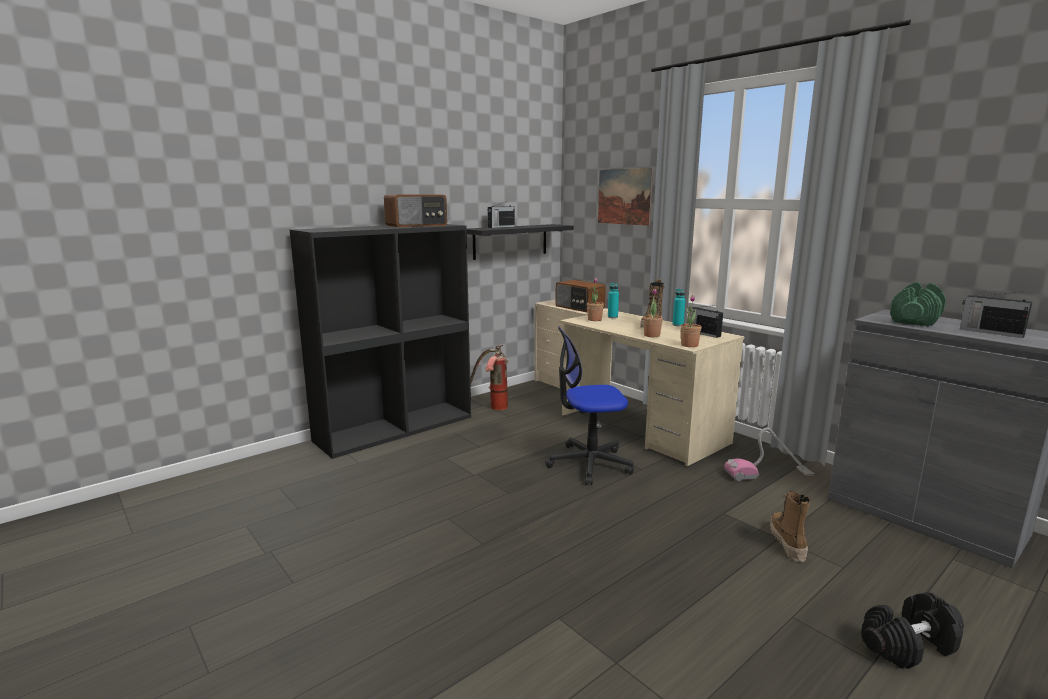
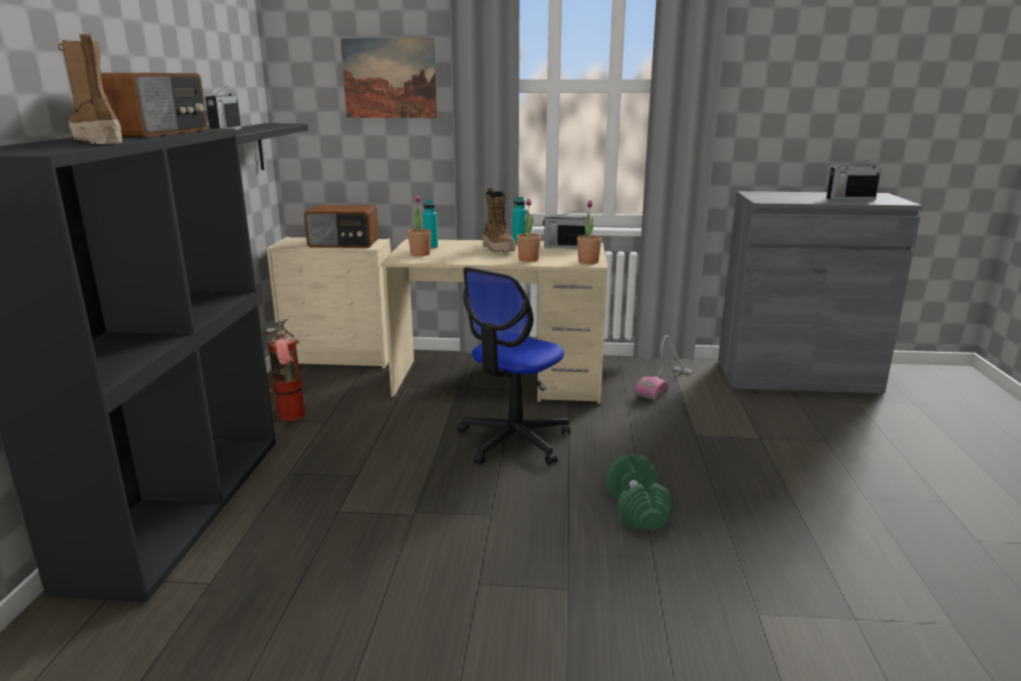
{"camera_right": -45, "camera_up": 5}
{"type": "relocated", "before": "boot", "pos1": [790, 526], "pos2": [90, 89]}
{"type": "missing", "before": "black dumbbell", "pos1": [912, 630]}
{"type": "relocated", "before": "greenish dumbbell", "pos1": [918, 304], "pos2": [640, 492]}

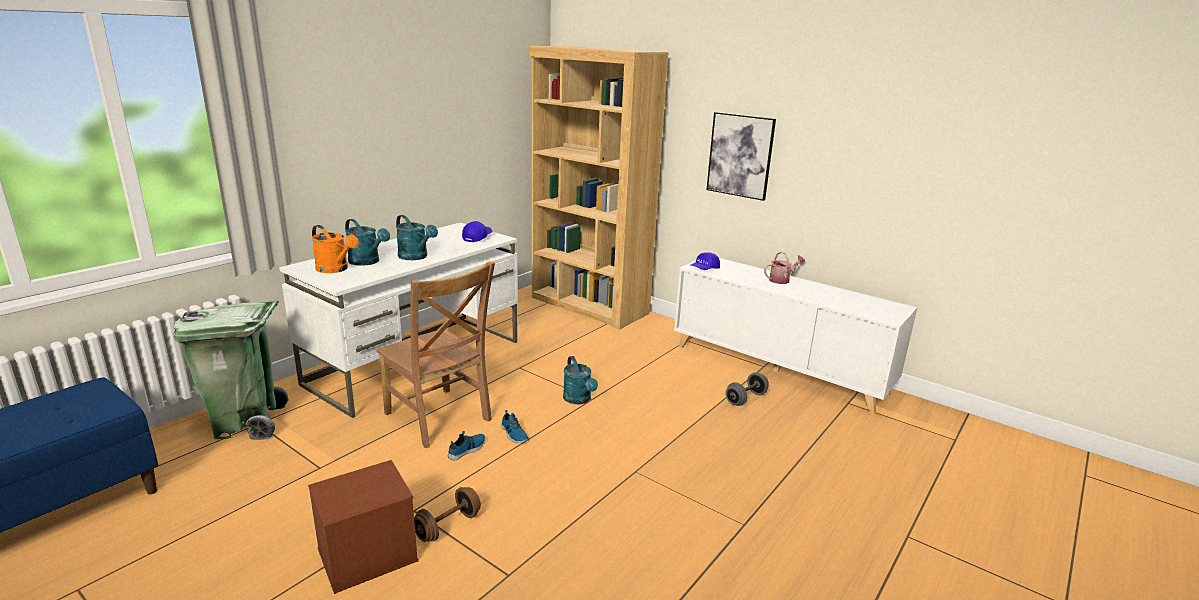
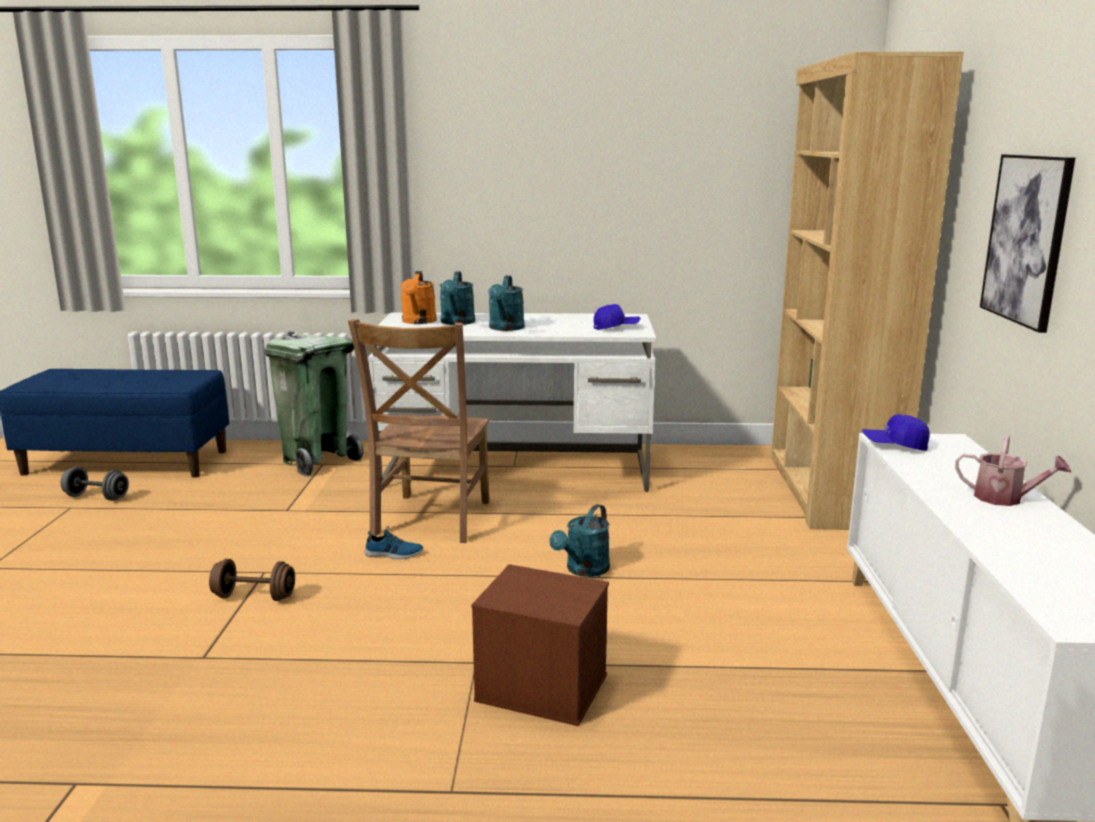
{"camera_right": 55, "camera_up": -5}
{"type": "relocated", "before": "brown storage container", "pos1": [363, 527], "pos2": [540, 645]}
{"type": "missing", "before": "shoe", "pos1": [515, 426]}
{"type": "relocated", "before": "greyish dumbbell", "pos1": [747, 389], "pos2": [94, 483]}

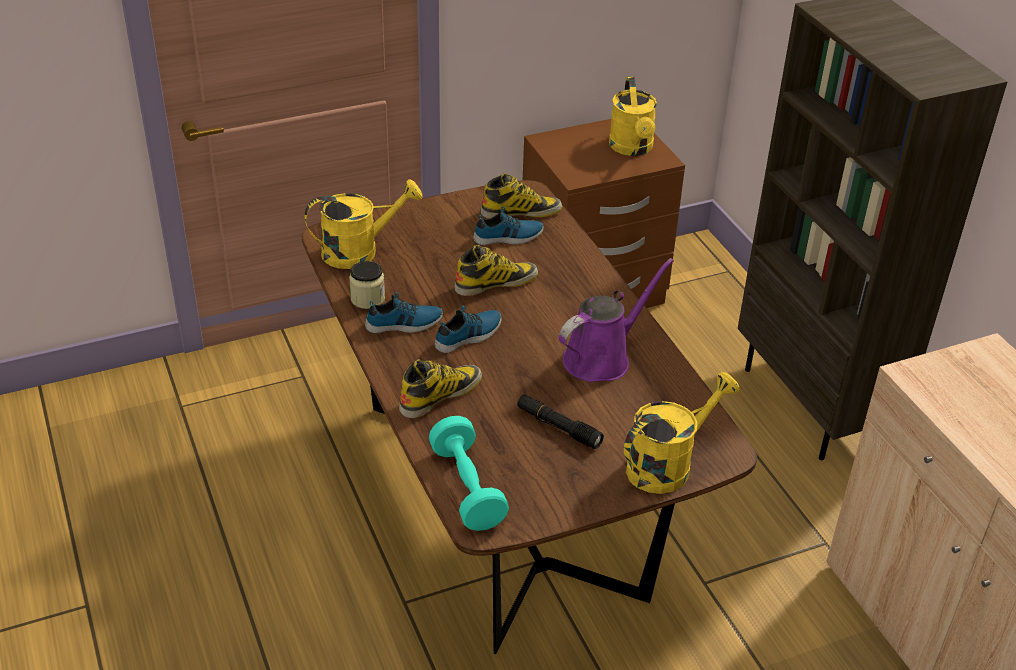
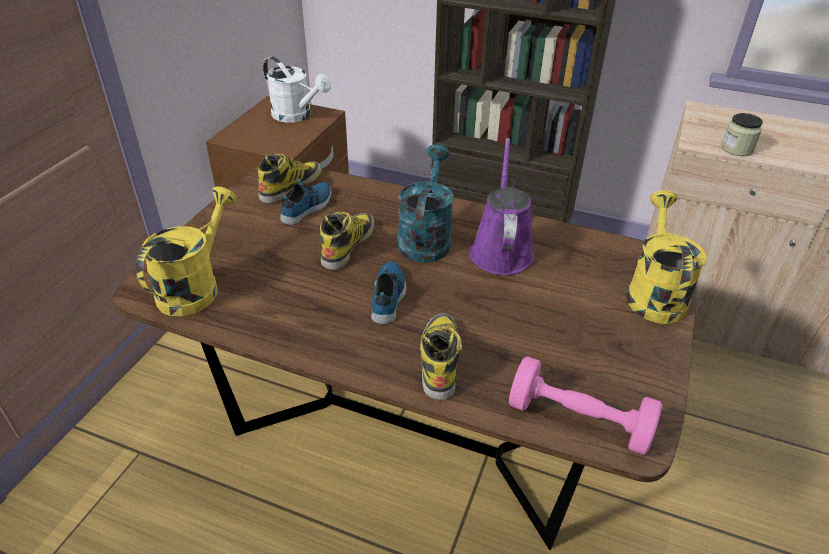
{"camera_right": -45, "camera_up": 0}
{"type": "relocated", "before": "storage jar", "pos1": [367, 285], "pos2": [742, 134]}
{"type": "missing", "before": "shoe", "pos1": [404, 312]}
{"type": "colour", "before": "turquoise dumbbell", "after": "pink-coloured dumbbell", "pos1": [469, 473], "pos2": [585, 405]}
{"type": "missing", "before": "black flashlight", "pos1": [560, 422]}
{"type": "colour", "before": "yellowish sprinkling can", "after": "white sprinkling can", "pos1": [633, 116], "pos2": [297, 89]}
{"type": "appeared", "after": "turquoise sprinkling can", "pos2": [425, 203]}

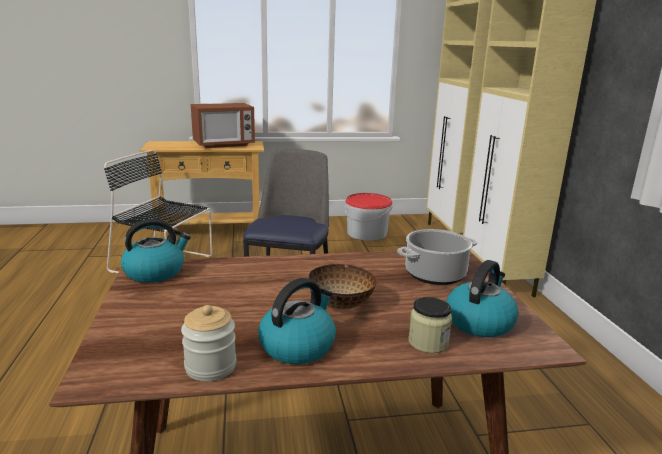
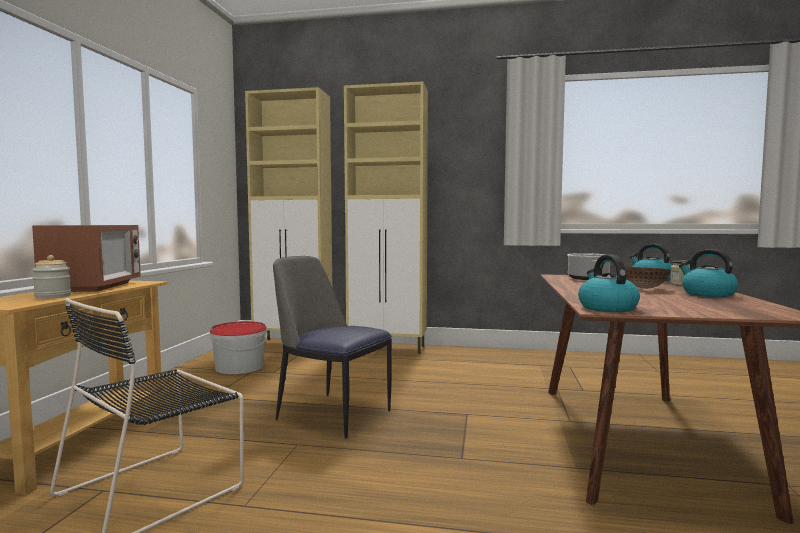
{"camera_right": -70, "camera_up": -15}
{"type": "relocated", "before": "storage jar", "pos1": [208, 343], "pos2": [51, 277]}

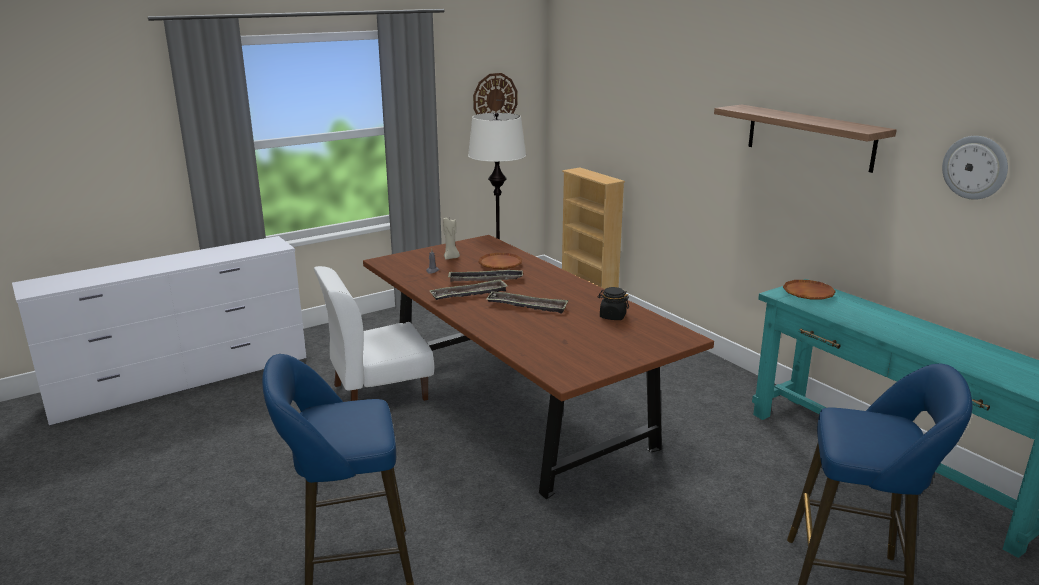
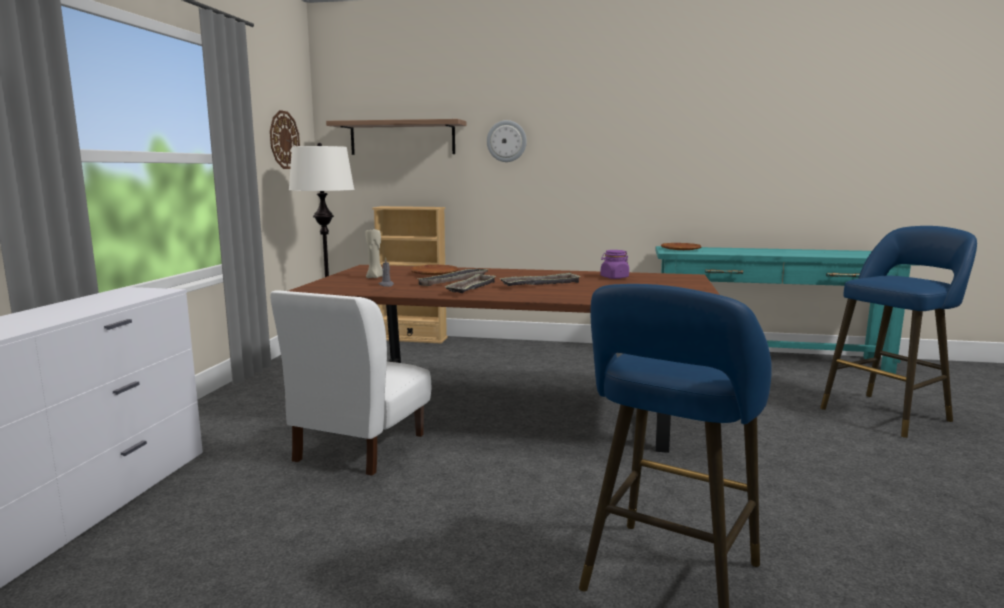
{"camera_right": -45, "camera_up": -10}
{"type": "colour", "before": "black storage jar", "after": "purple-coloured storage jar", "pos1": [613, 303], "pos2": [614, 264]}
{"type": "relocated", "before": "wall shelf", "pos1": [805, 139], "pos2": [396, 137]}
{"type": "relocated", "before": "hanging clock", "pos1": [975, 168], "pos2": [507, 141]}

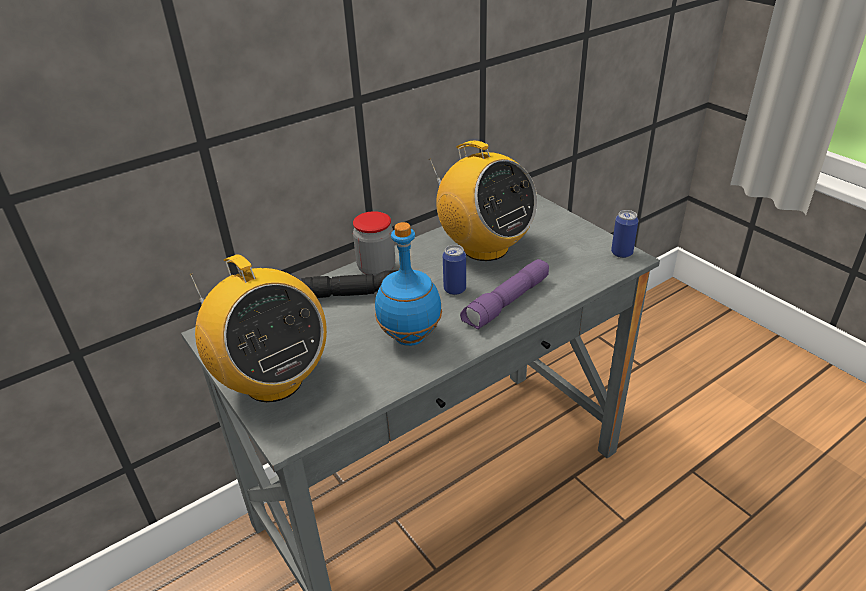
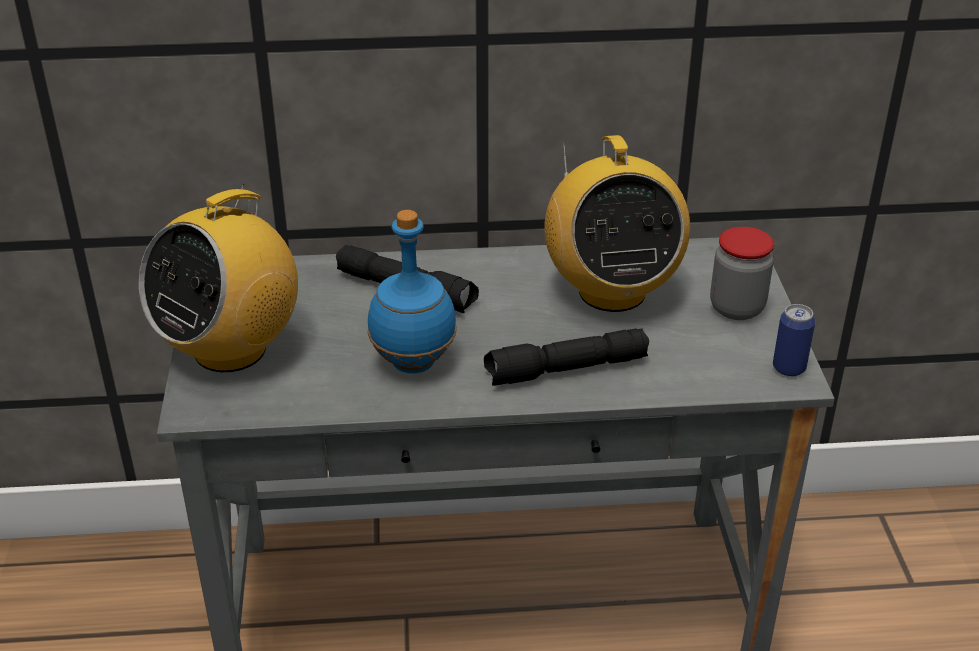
{"camera_right": 30, "camera_up": 0}
{"type": "spun", "before": "radio set", "pos1": [258, 328], "pos2": [218, 278], "turn": 45}
{"type": "relocated", "before": "storage jar", "pos1": [374, 244], "pos2": [742, 273]}
{"type": "missing", "before": "metal can", "pos1": [454, 270]}
{"type": "colour", "before": "purple-coloured flashlight", "after": "black flashlight", "pos1": [504, 294], "pos2": [566, 357]}

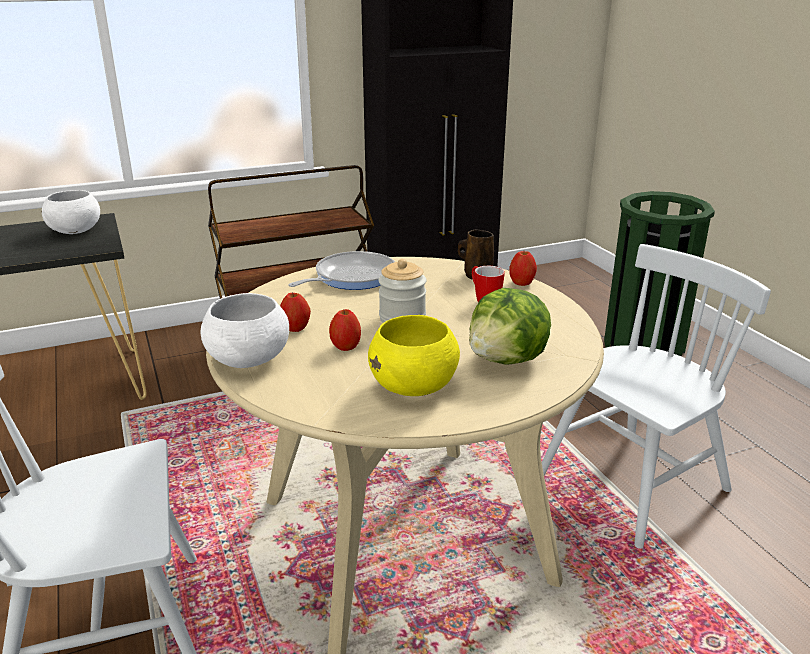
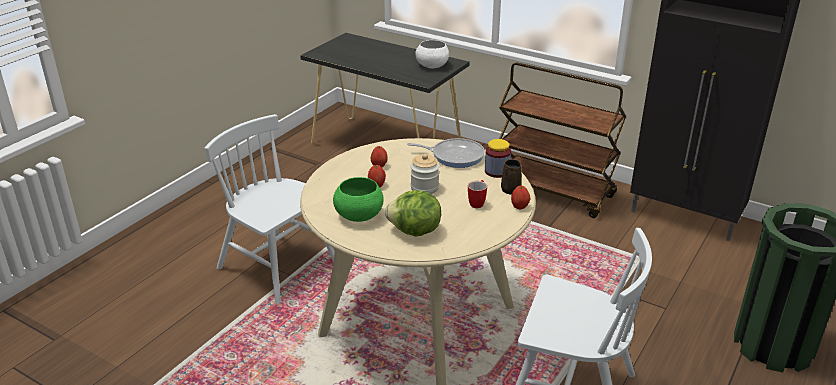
{"camera_right": 55, "camera_up": 5}
{"type": "missing", "before": "white serving bowl", "pos1": [245, 330]}
{"type": "colour", "before": "yellowish serving bowl", "after": "greenish serving bowl", "pos1": [414, 355], "pos2": [358, 199]}
{"type": "appeared", "after": "storage jar", "pos2": [498, 158]}

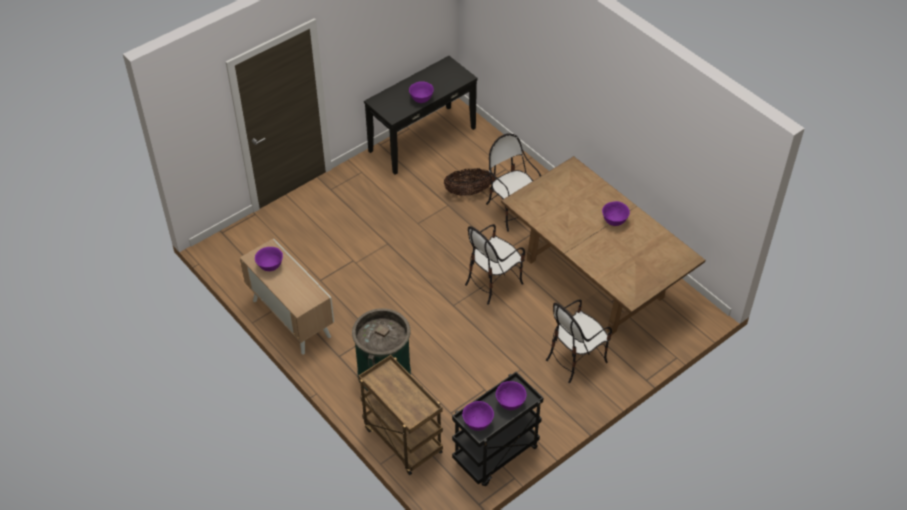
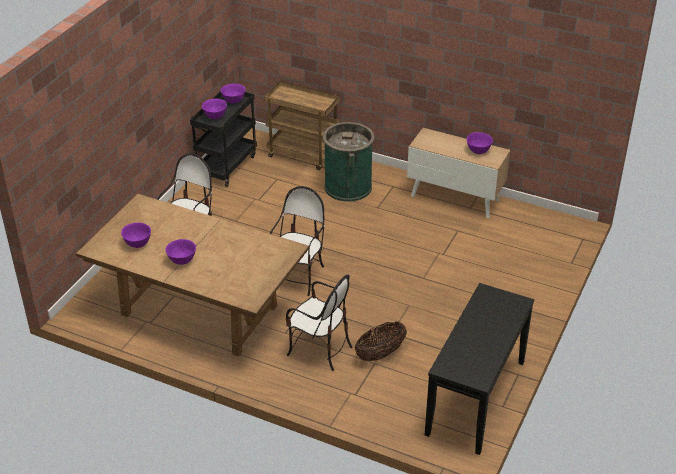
{"camera_right": 155, "camera_up": -10}
{"type": "relocated", "before": "purple-coloured serving bowl", "pos1": [421, 92], "pos2": [136, 235]}

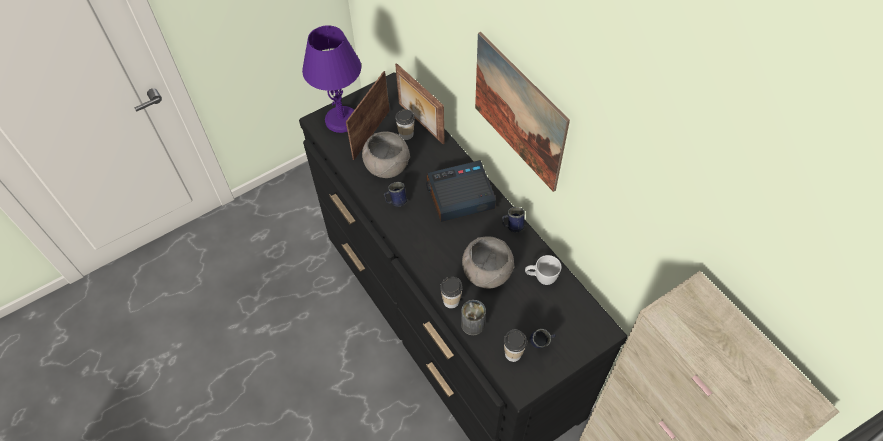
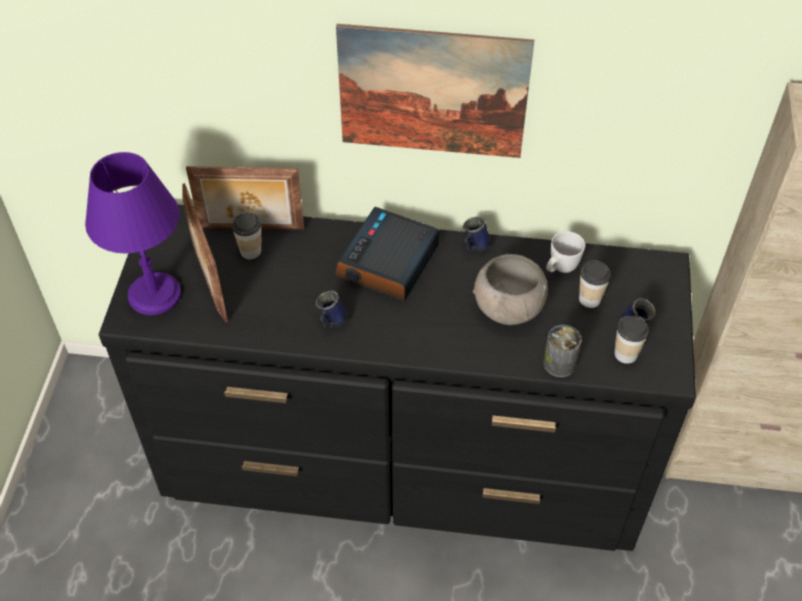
{"camera_right": -50, "camera_up": -5}
{"type": "missing", "before": "greyish serving bowl", "pos1": [386, 154]}
{"type": "relocated", "before": "small cup", "pos1": [451, 293], "pos2": [595, 284]}

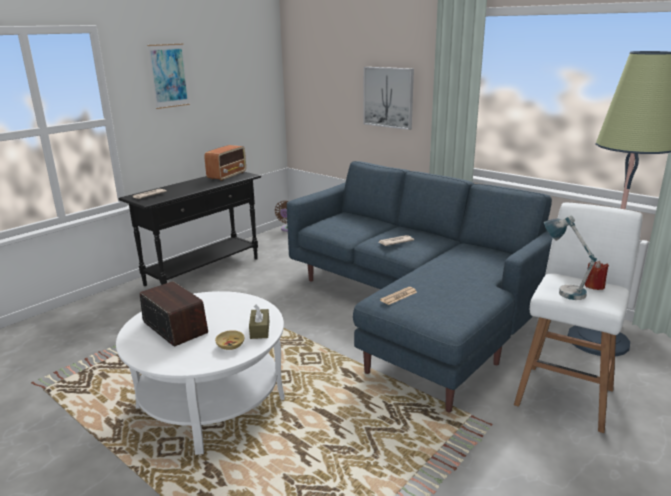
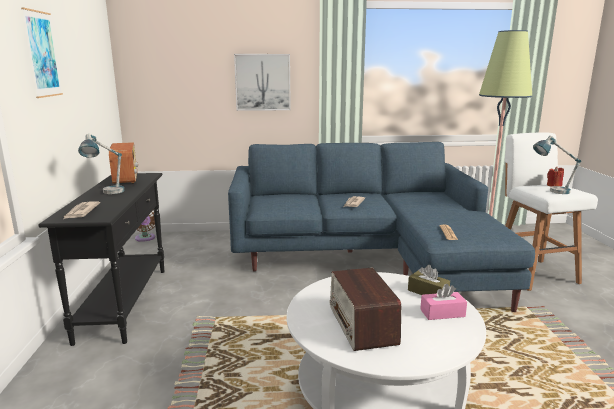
{"camera_right": -45, "camera_up": -5}
{"type": "spun", "before": "radio set", "pos1": [174, 314], "pos2": [365, 309], "turn": -105}
{"type": "exchanged", "before": "beige serving bowl", "after": "pink-coloured tissue holder", "pos1": [229, 340], "pos2": [443, 302]}
{"type": "appeared", "after": "tabletop lamp", "pos2": [101, 164]}

